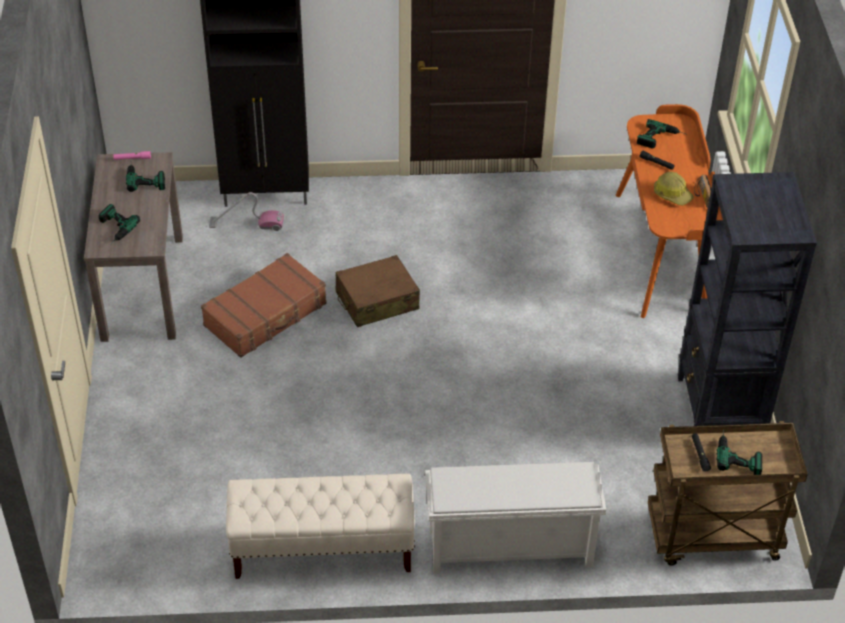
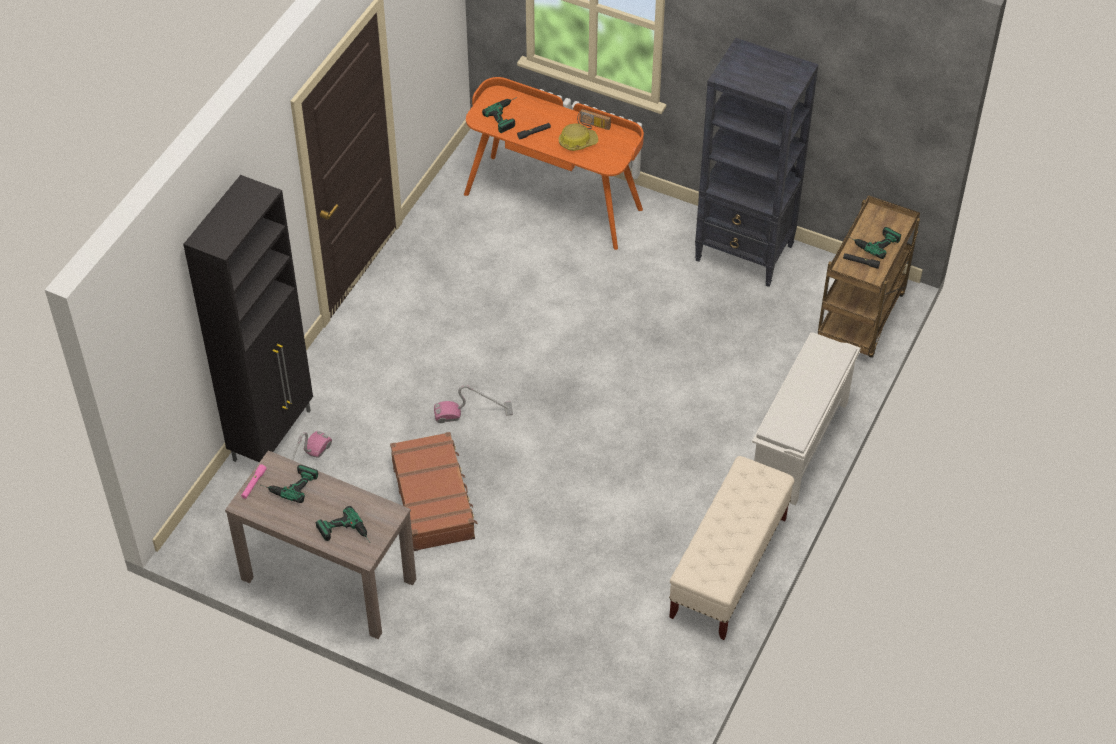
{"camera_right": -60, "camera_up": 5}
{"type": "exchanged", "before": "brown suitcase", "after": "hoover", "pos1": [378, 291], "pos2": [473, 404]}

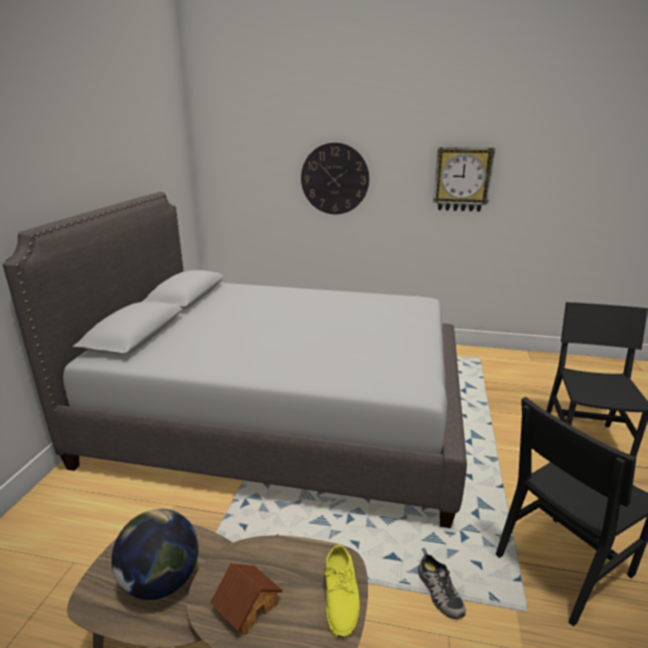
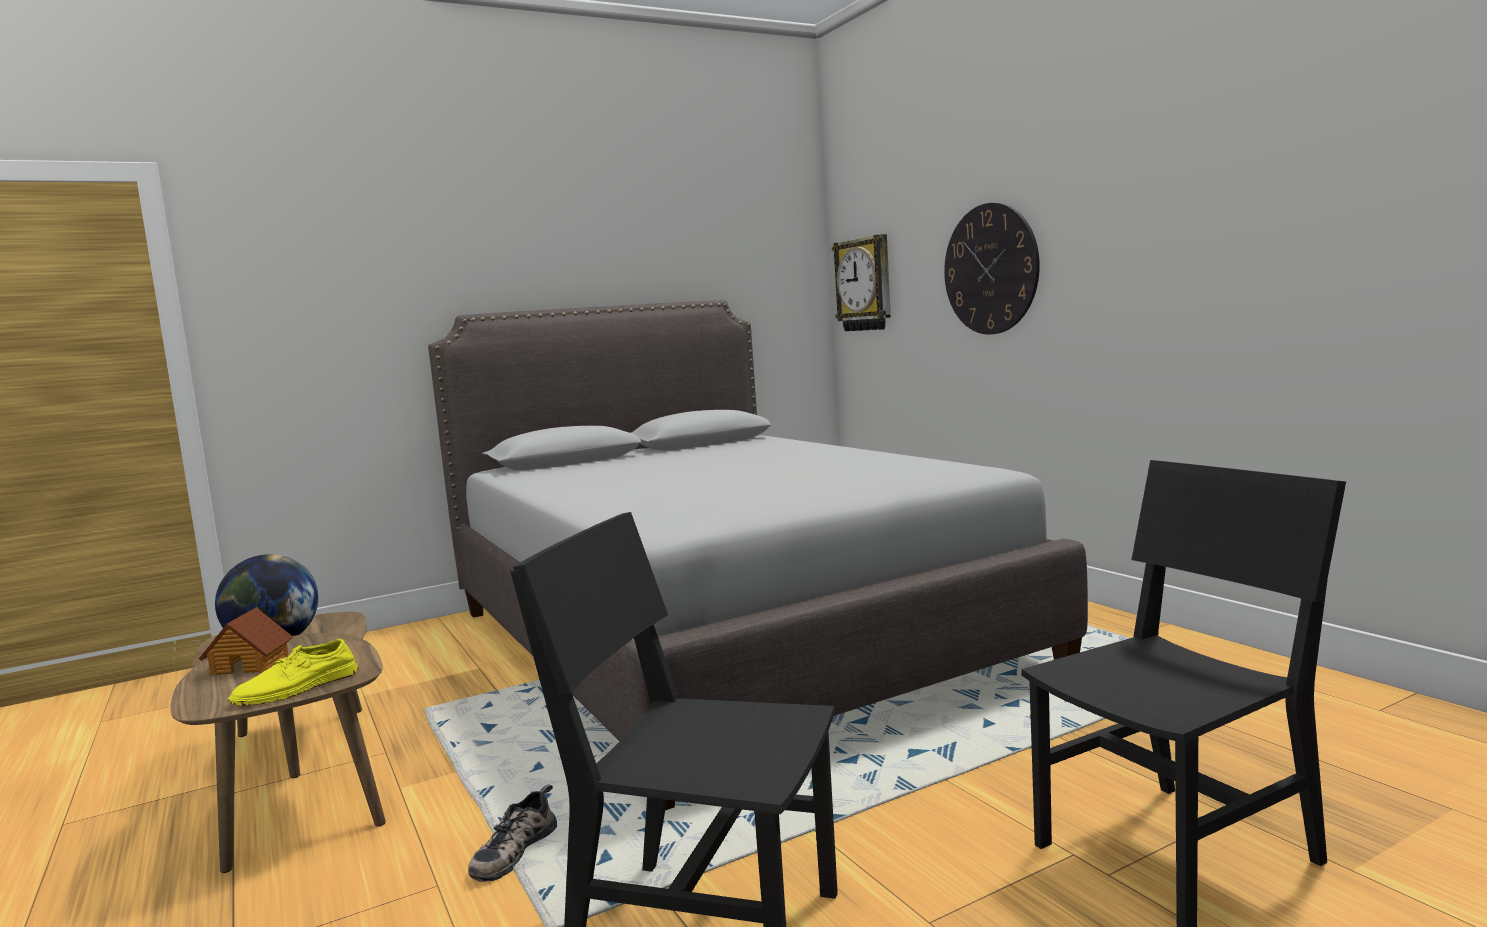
{"camera_right": 50, "camera_up": -15}
{"type": "relocated", "before": "hanging clock", "pos1": [464, 179], "pos2": [861, 282]}

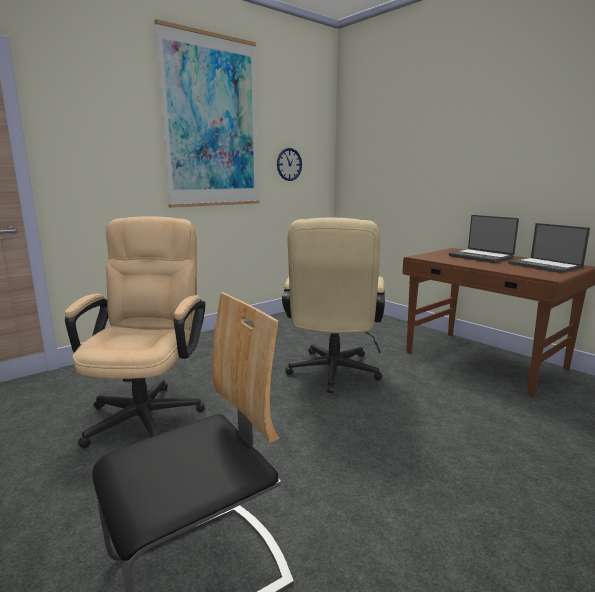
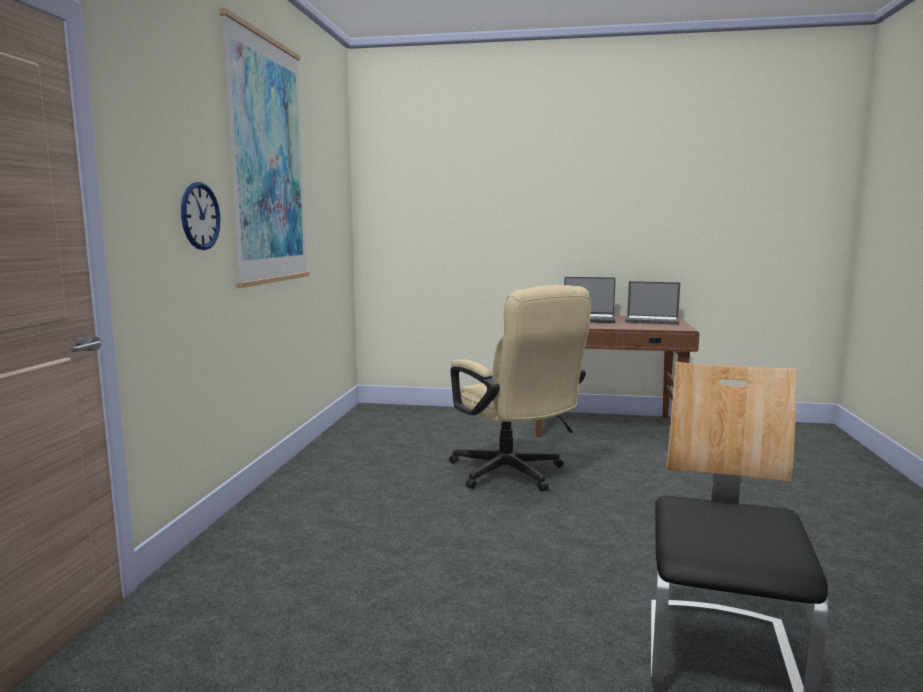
{"camera_right": -40, "camera_up": -5}
{"type": "missing", "before": "beige computer chair", "pos1": [135, 332]}
{"type": "relocated", "before": "hanging clock", "pos1": [289, 164], "pos2": [200, 216]}

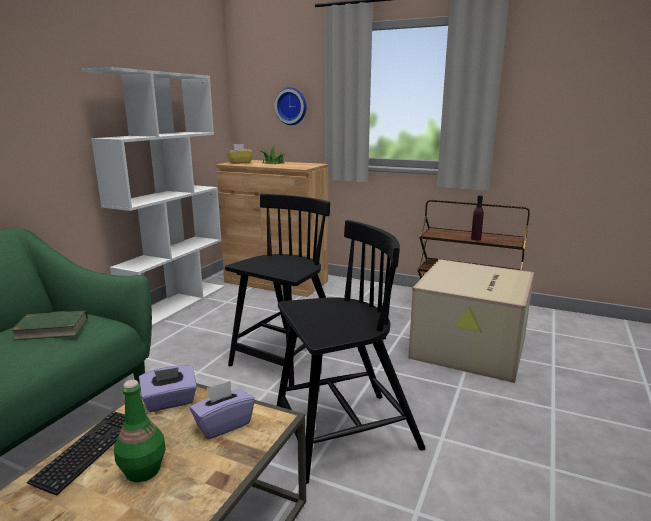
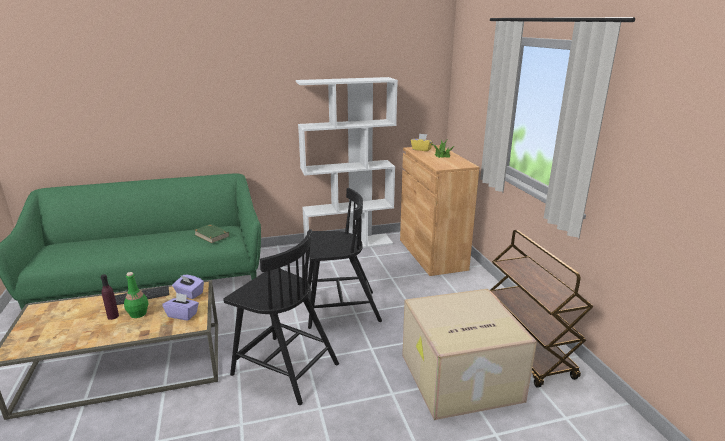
{"camera_right": 50, "camera_up": 5}
{"type": "missing", "before": "hanging clock", "pos1": [291, 106]}
{"type": "relocated", "before": "purple-coloured drink bottle", "pos1": [477, 218], "pos2": [109, 297]}

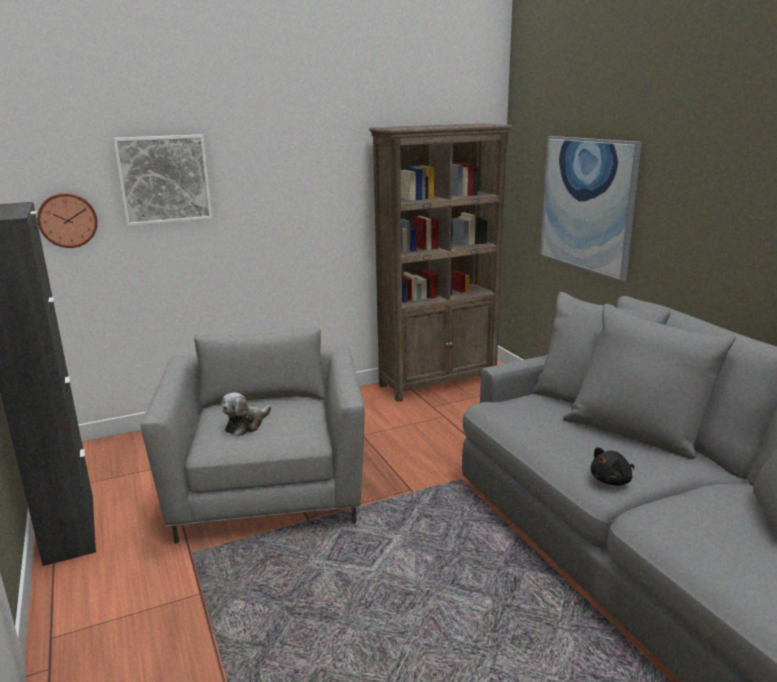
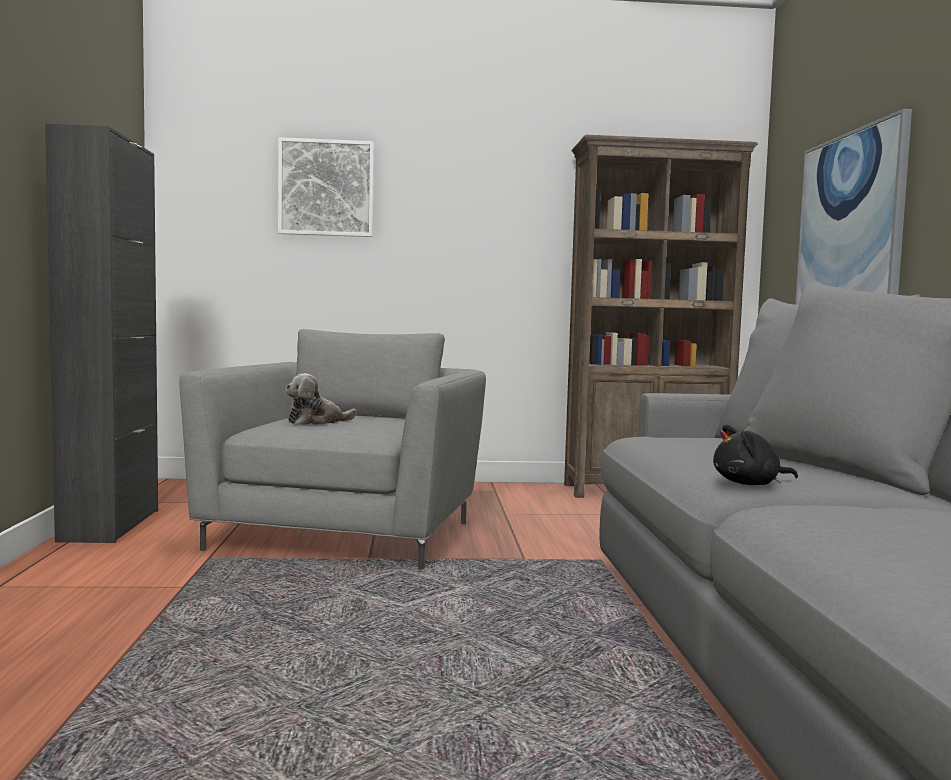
{"camera_right": 20, "camera_up": -15}
{"type": "missing", "before": "hanging clock", "pos1": [67, 220]}

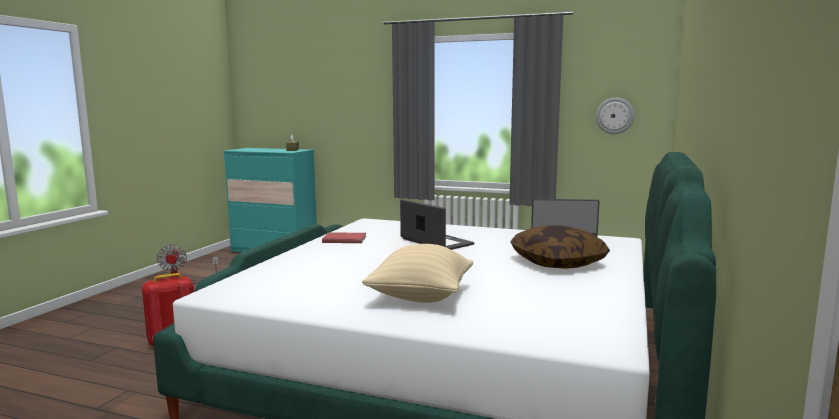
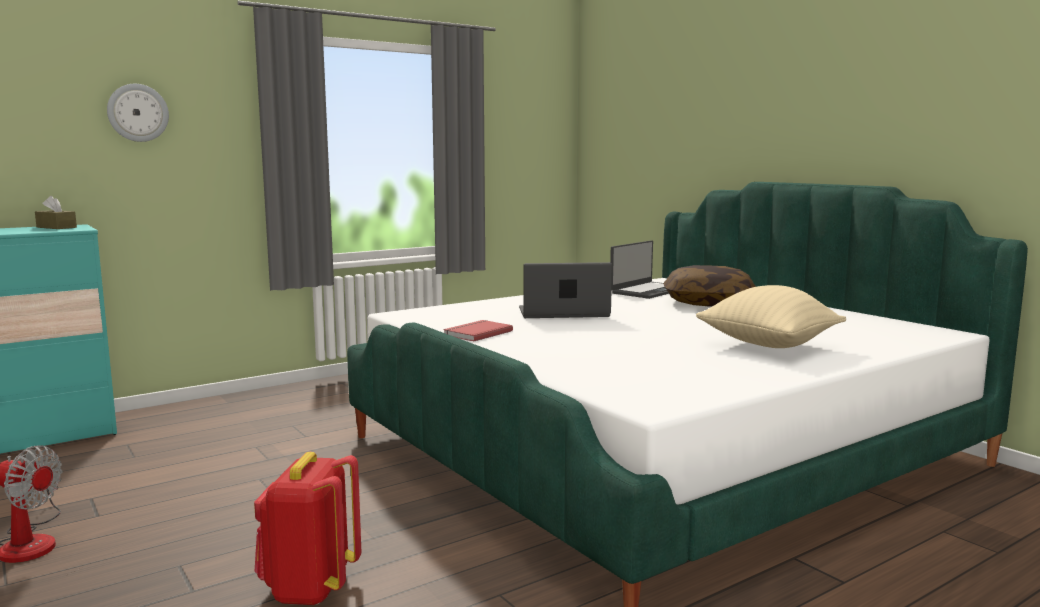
{"camera_right": -55, "camera_up": 0}
{"type": "relocated", "before": "hanging clock", "pos1": [615, 116], "pos2": [138, 113]}

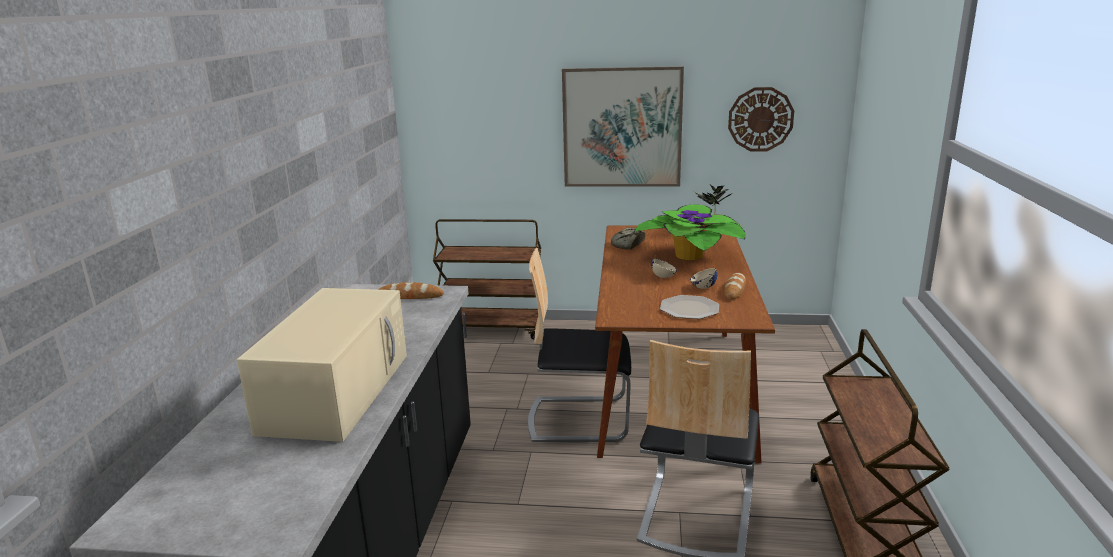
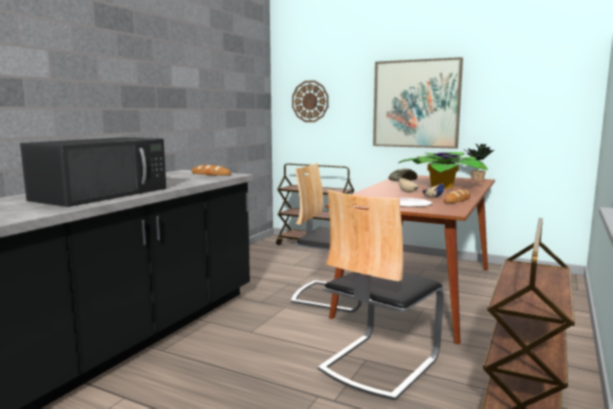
{"camera_right": 20, "camera_up": -10}
{"type": "colour", "before": "beige microwave", "after": "black microwave", "pos1": [322, 365], "pos2": [93, 172]}
{"type": "relocated", "before": "hanging clock", "pos1": [761, 119], "pos2": [310, 101]}

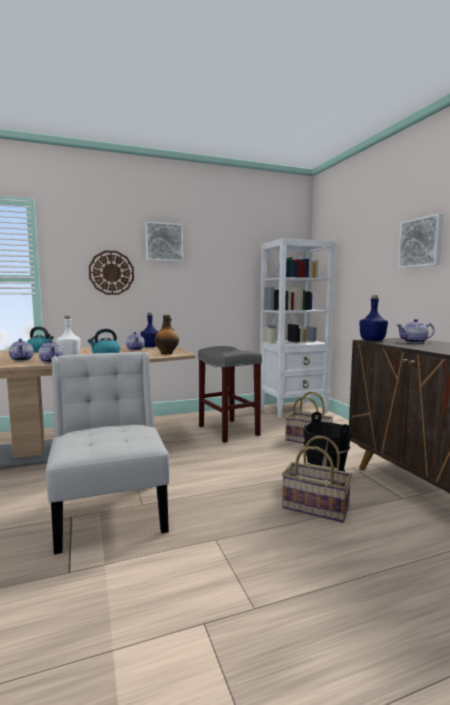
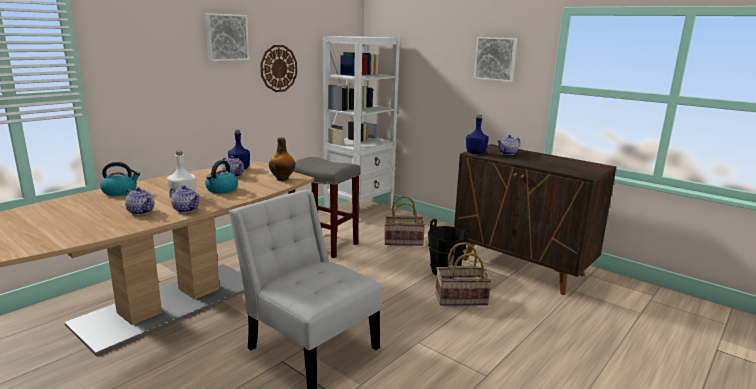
{"camera_right": -30, "camera_up": 10}
{"type": "relocated", "before": "hanging clock", "pos1": [111, 272], "pos2": [278, 68]}

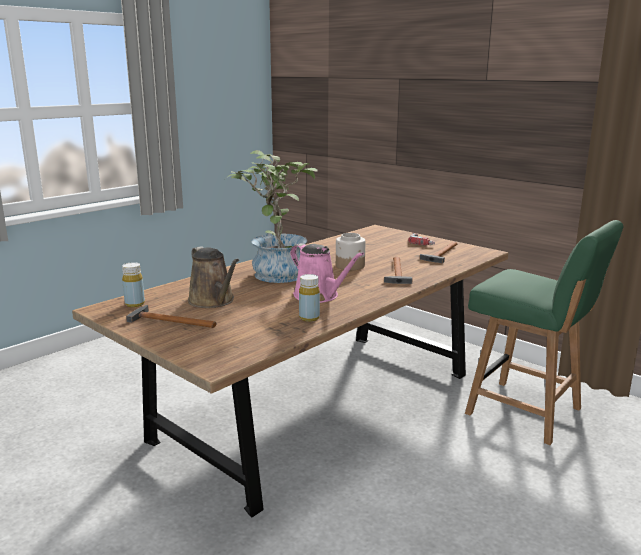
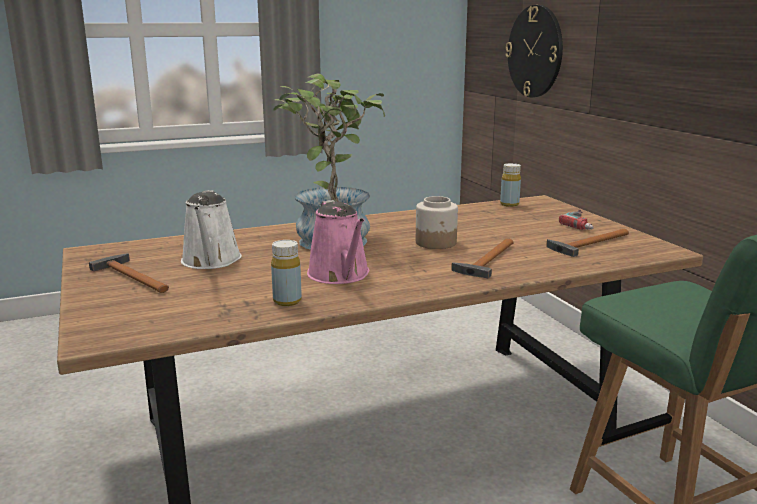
{"camera_right": 25, "camera_up": 0}
{"type": "relocated", "before": "yellowish drink bottle", "pos1": [133, 284], "pos2": [510, 185]}
{"type": "colour", "before": "brown sprinkling can", "after": "white sprinkling can", "pos1": [213, 277], "pos2": [211, 229]}
{"type": "appeared", "after": "hanging clock", "pos2": [534, 51]}

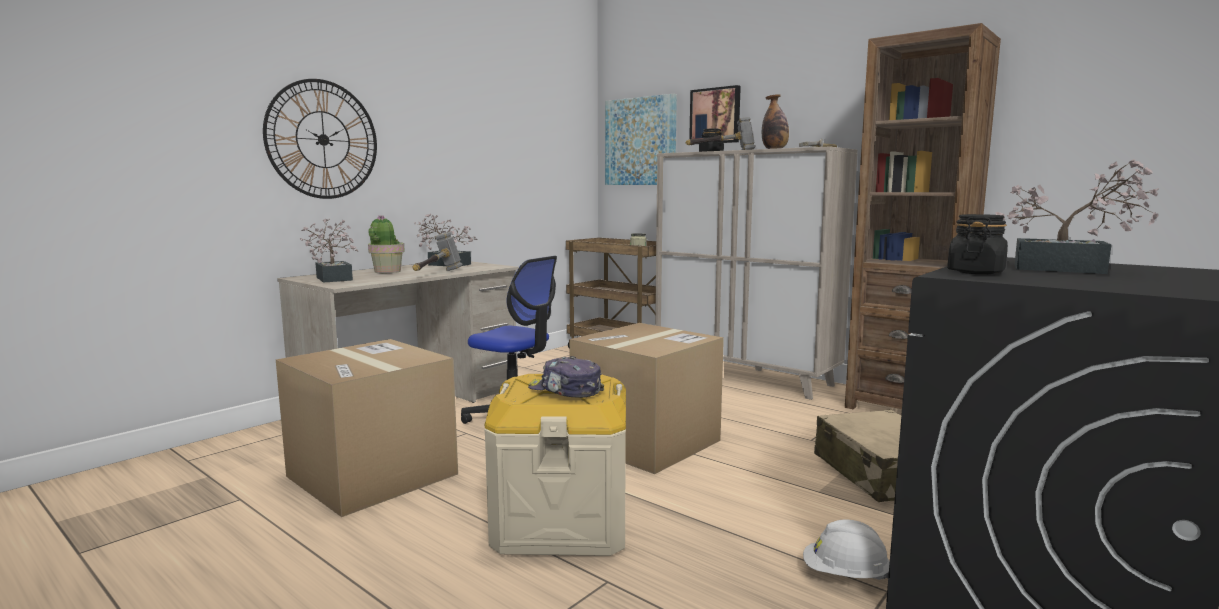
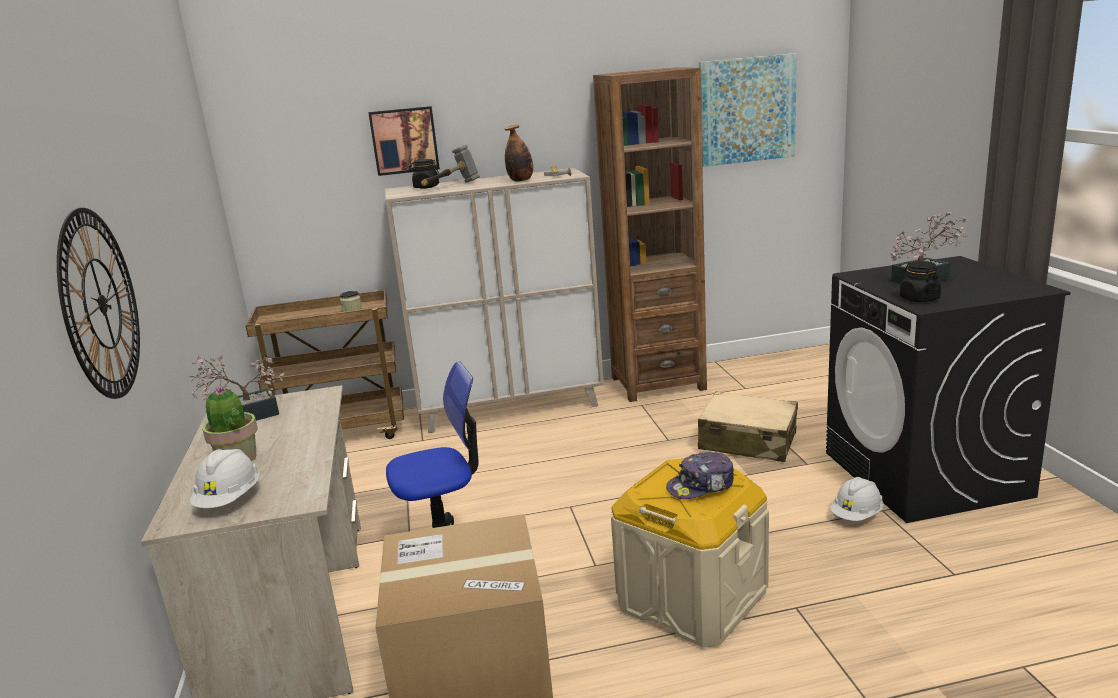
{"camera_right": -50, "camera_up": 10}
{"type": "exchanged", "before": "potted plant", "after": "white work helmet", "pos1": [329, 250], "pos2": [224, 478]}
{"type": "missing", "before": "hammer", "pos1": [437, 251]}
{"type": "missing", "before": "cardboard box", "pos1": [646, 398]}
{"type": "relocated", "before": "wall art", "pos1": [641, 139], "pos2": [748, 110]}

